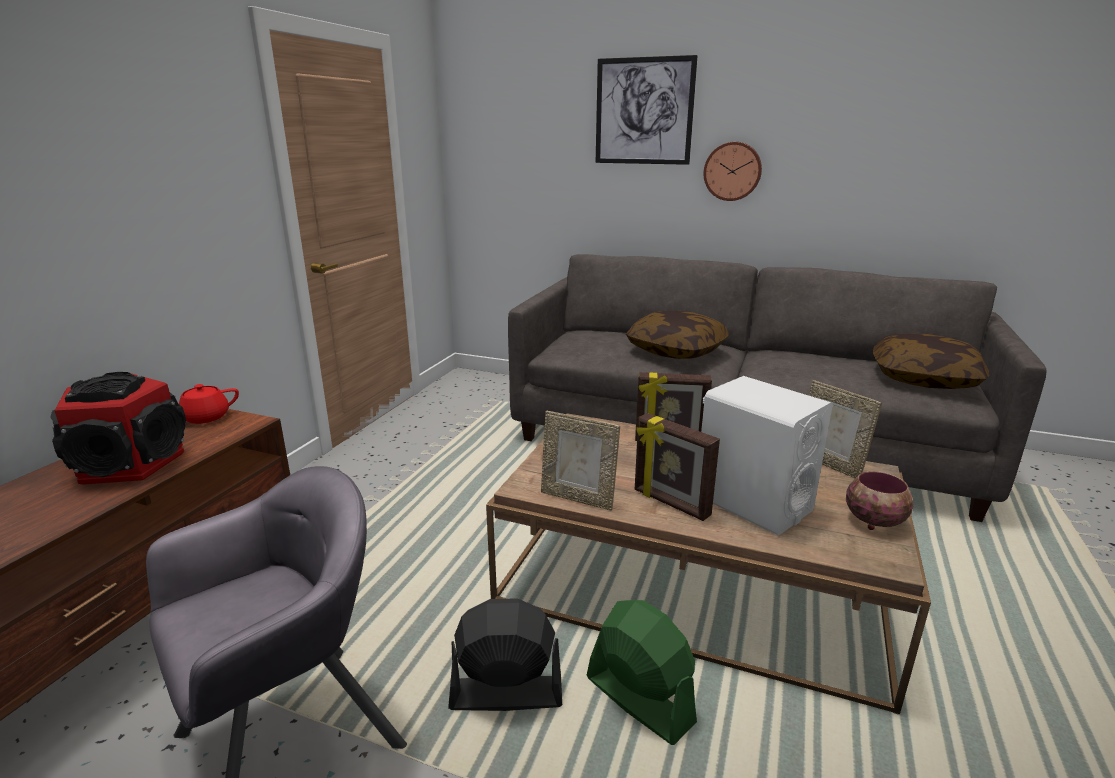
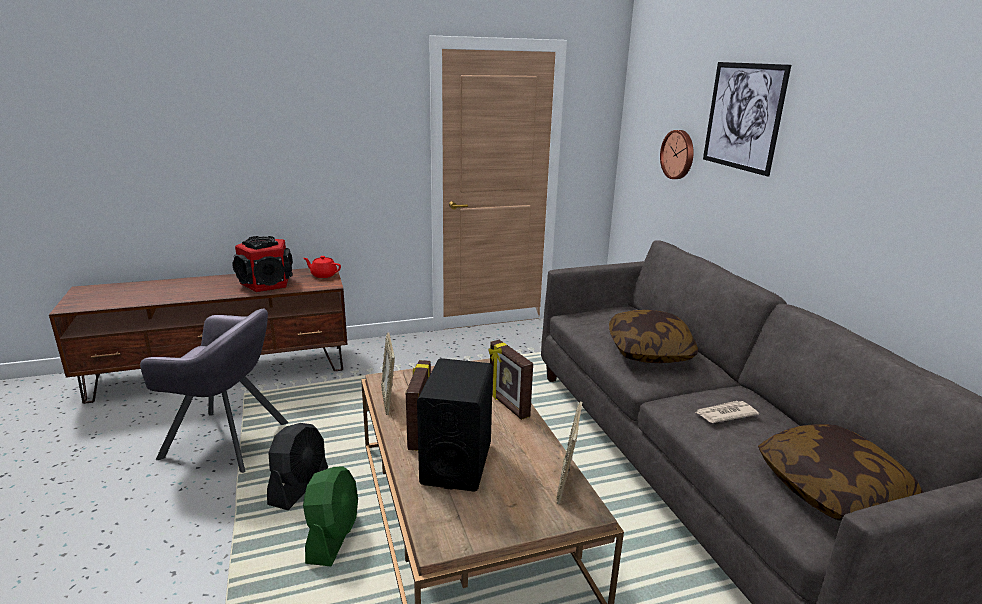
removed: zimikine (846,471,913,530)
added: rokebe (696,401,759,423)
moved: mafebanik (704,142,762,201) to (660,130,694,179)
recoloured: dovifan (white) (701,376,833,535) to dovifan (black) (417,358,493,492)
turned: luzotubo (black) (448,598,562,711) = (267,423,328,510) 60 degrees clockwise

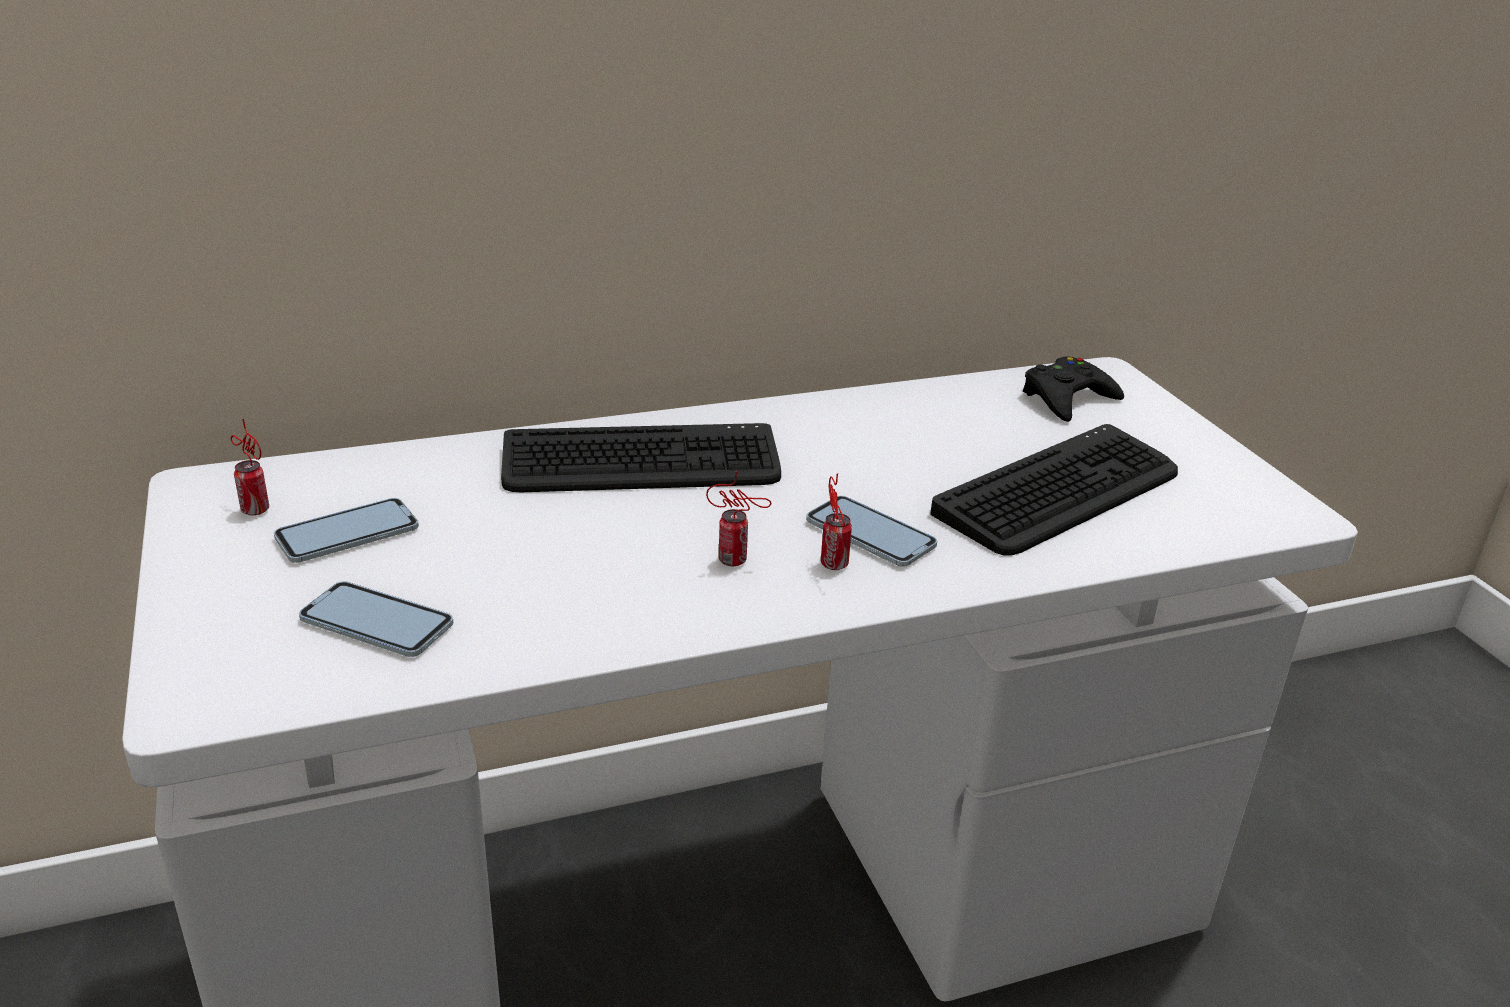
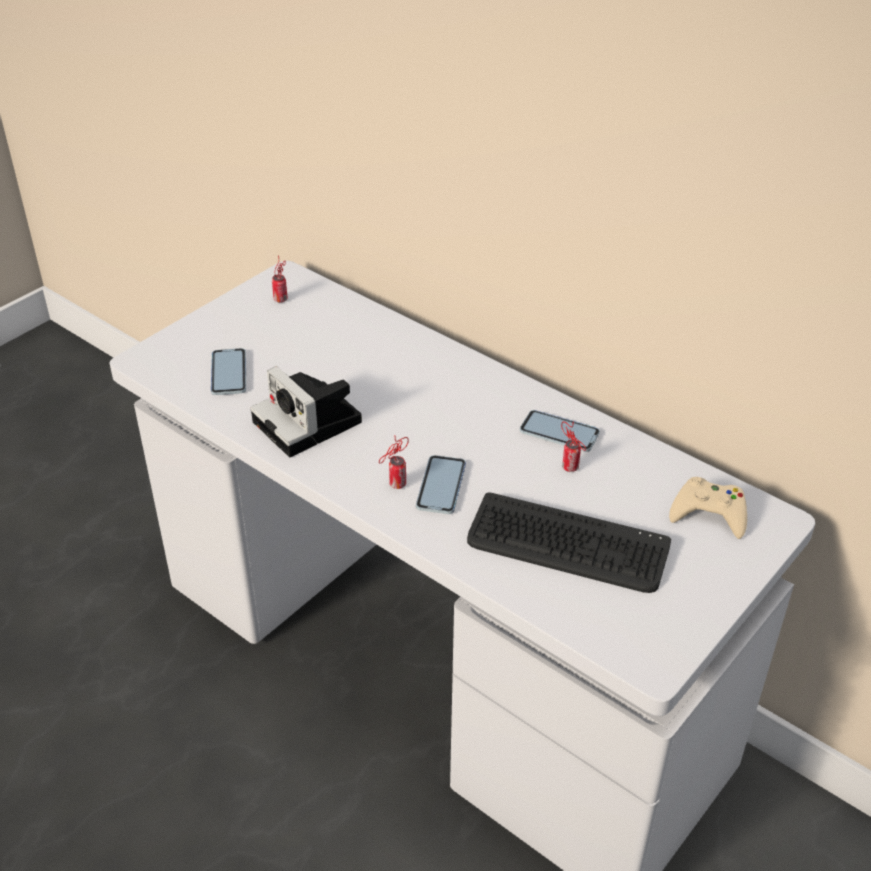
removed: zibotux (501,423,781,492)
added: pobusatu (251,366,362,457)
moved: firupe (274,498,419,563) to (520,410,600,452); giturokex (706,471,771,566) to (561,421,586,472)
recoloured: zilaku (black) (1023,356,1124,422) to zilaku (beige) (669,477,747,539)

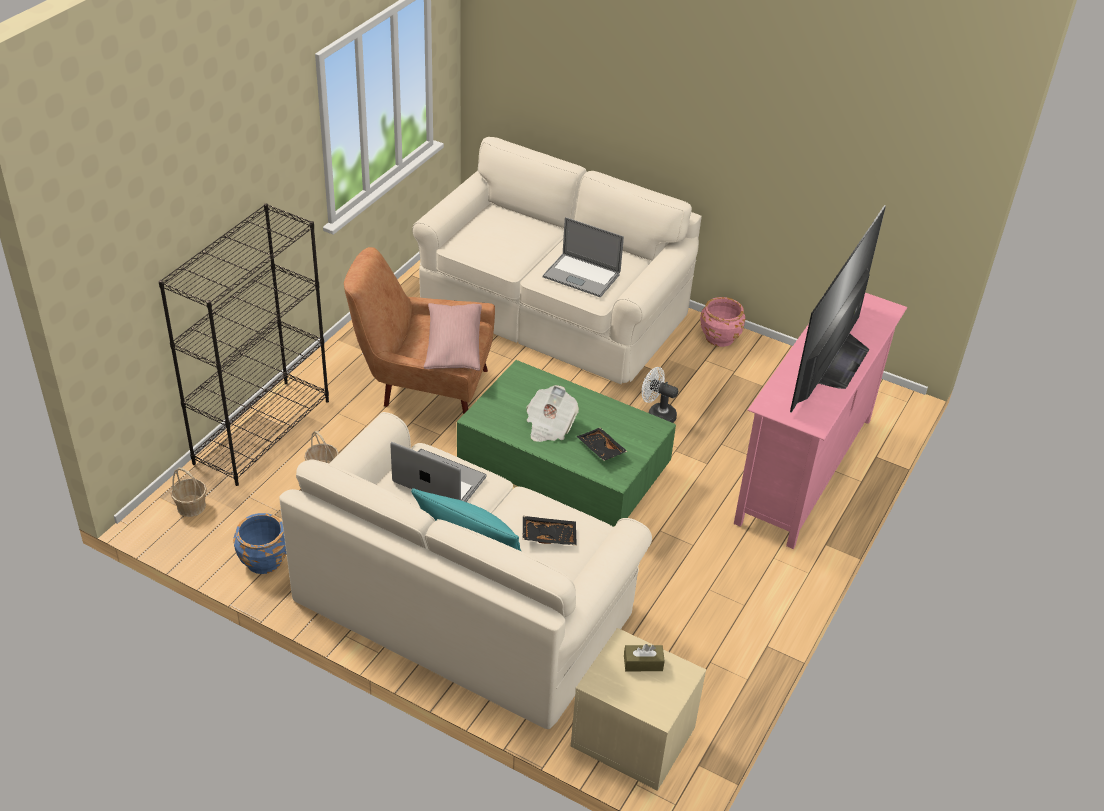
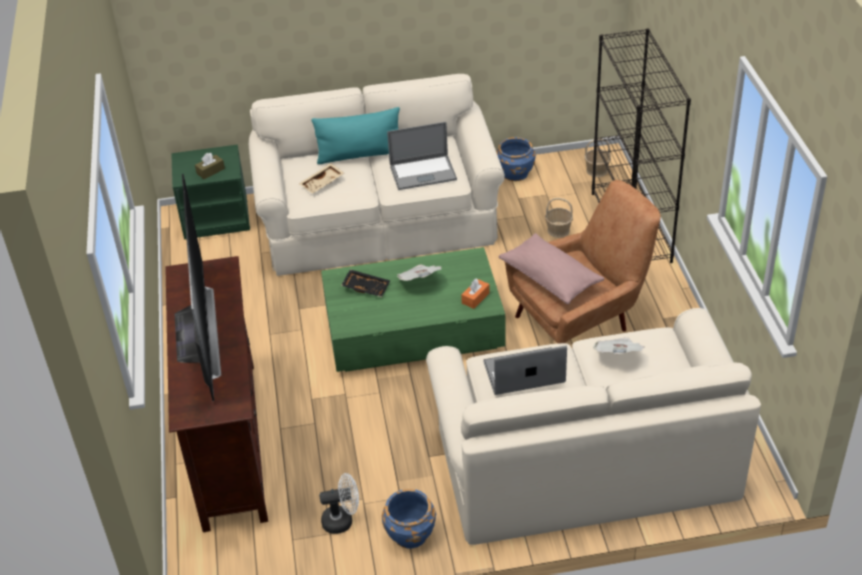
added: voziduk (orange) (461,278,490,309); rokebe (593,337,645,354)
moved: luzotubo (white) (642,367,678,423) to (319,473,359,534)
recoloured: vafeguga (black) (523,516,577,546) to vafeguga (beige) (299,163,344,194); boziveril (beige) (571,628,706,791) to boziveril (green) (171,144,250,240); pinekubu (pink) (700,297,745,347) to pinekubu (blue) (382,489,436,548); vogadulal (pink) (734,293,907,549) to vogadulal (brown) (165,256,268,532)

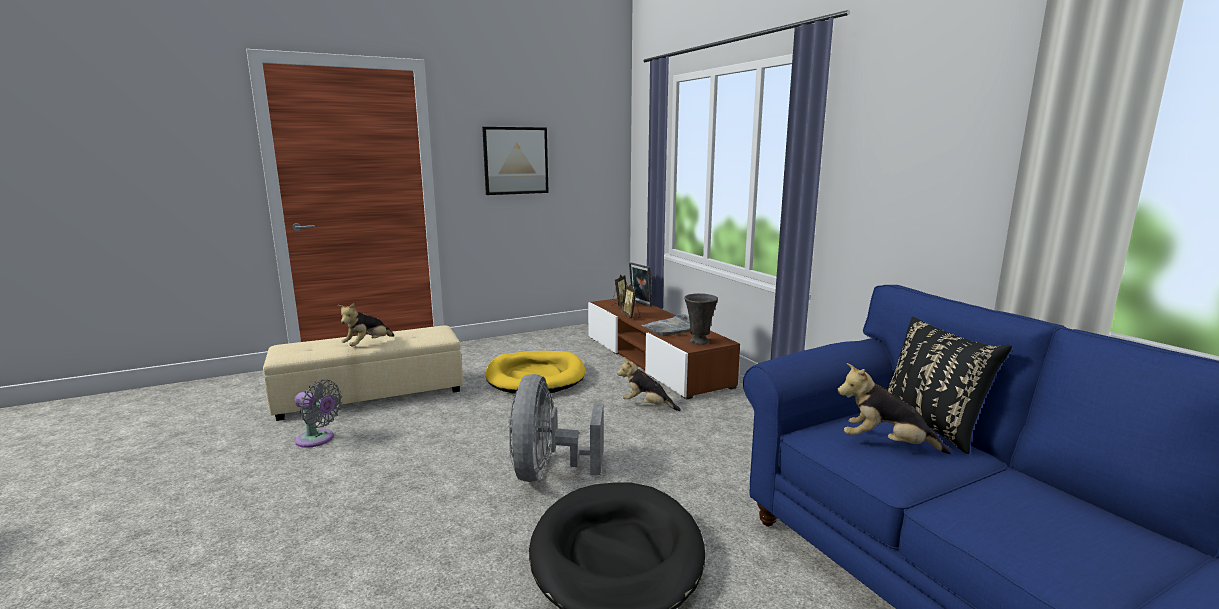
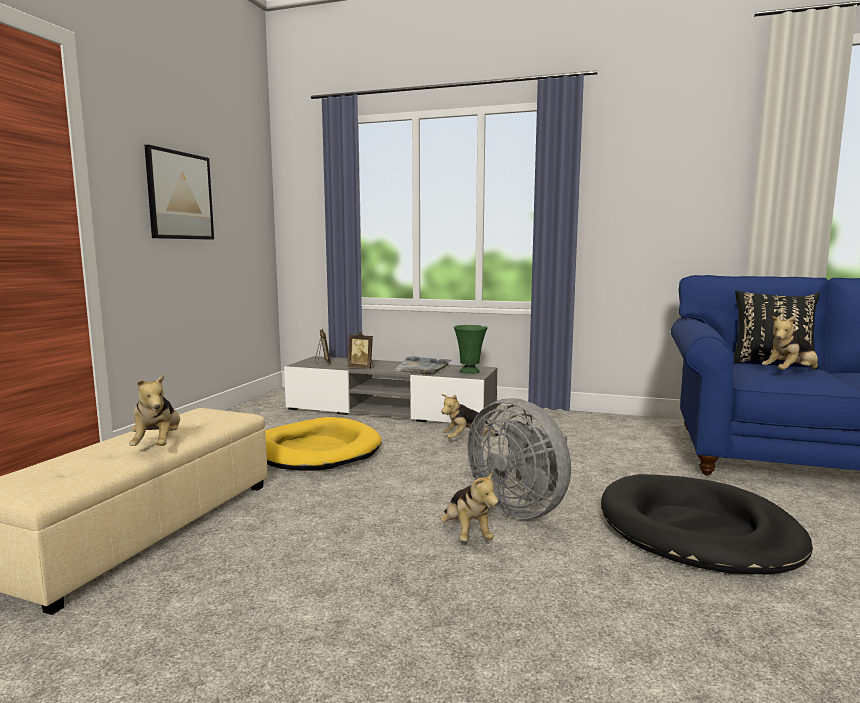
removed: luzotubo (grey) (294,380,342,448); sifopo (629,262,653,307)
added: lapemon (440,470,499,541)
recoloured: vogadulal (brown) (588,299,740,399) to vogadulal (grey) (284,356,497,423); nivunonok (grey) (684,293,718,345) to nivunonok (green) (454,325,488,374)

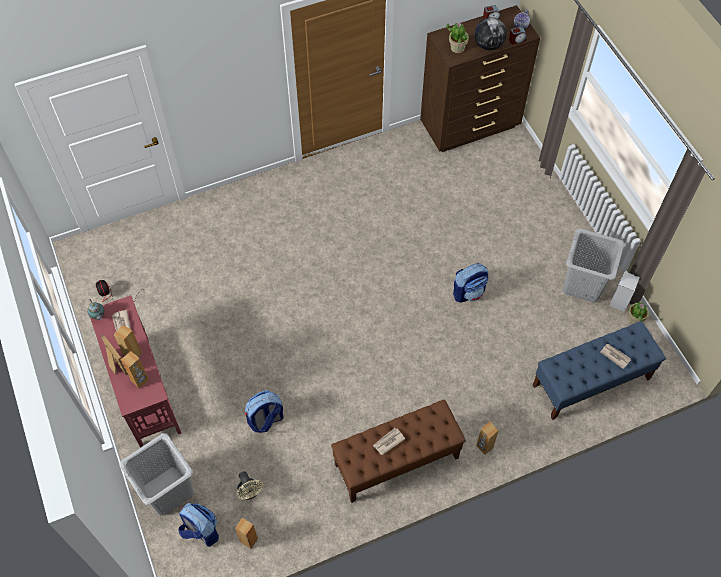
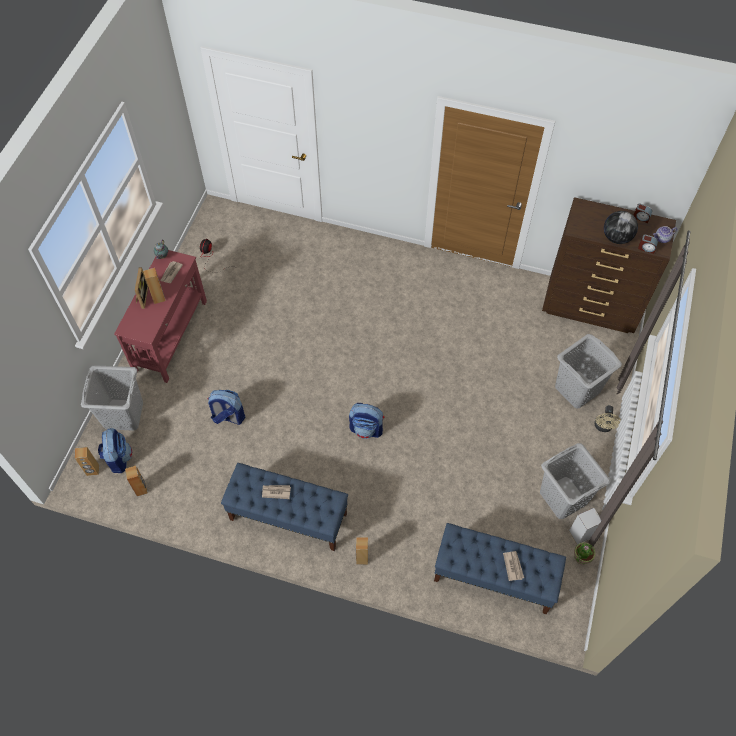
removed: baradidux (446,22,469,53)
added: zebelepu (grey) (555,334,622,408)
moved: dovifan (brown) (121,351,149,388) to (75,447,99,476); luzotubo (beige) (237,471,263,500) to (594,405,621,432); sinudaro (453,263,488,303) to (349,403,384,439)
recoloured: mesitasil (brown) (331,399,466,503) to mesitasil (blue) (221,463,348,551)

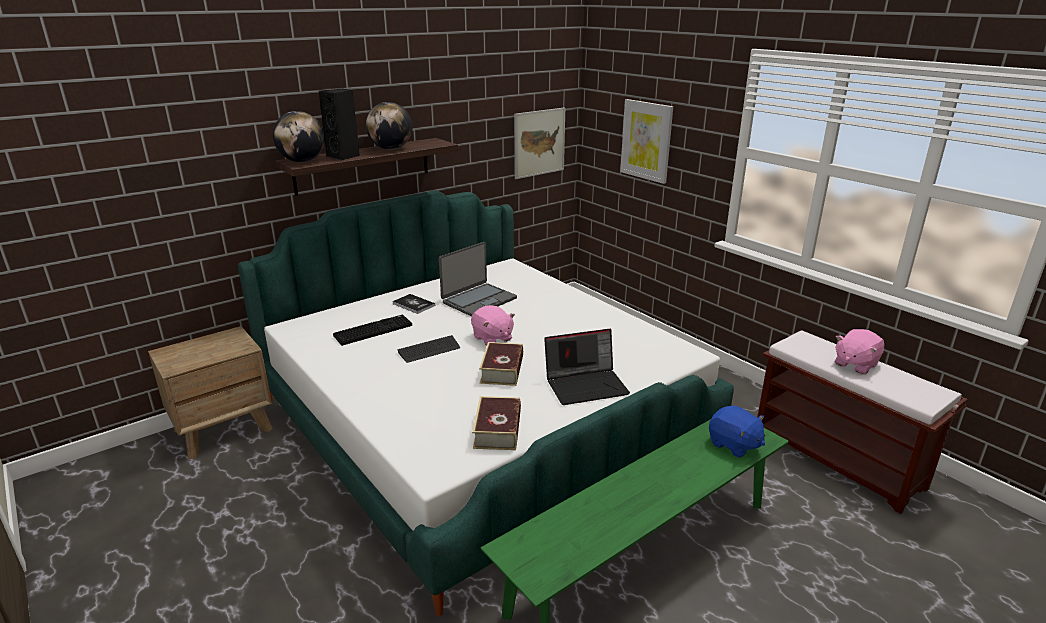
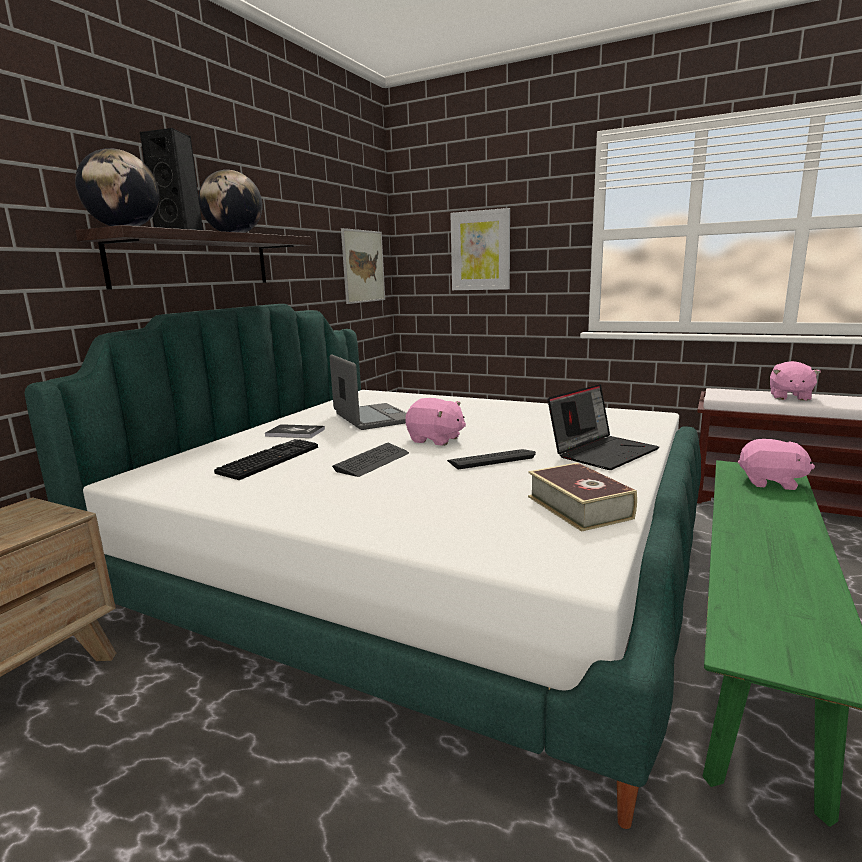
replaced: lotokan (479,342,523,386) to zibotux (447,449,536,469)
recoloured: lapemon (blue) (709,406,765,458) to lapemon (pink) (738,439,815,490)
turned: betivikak (439,242,517,317) = (330,354,406,430) 45 degrees counterclockwise

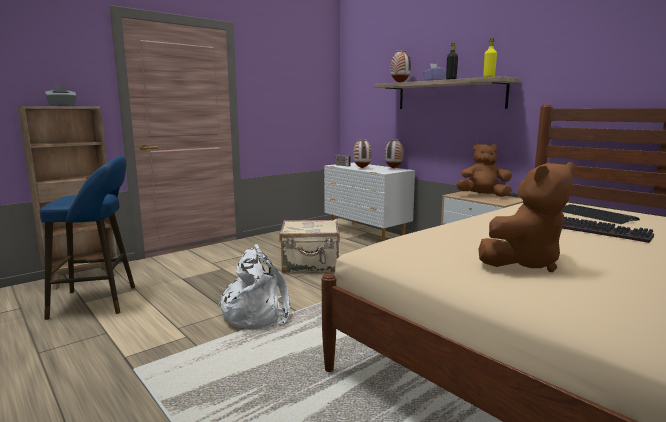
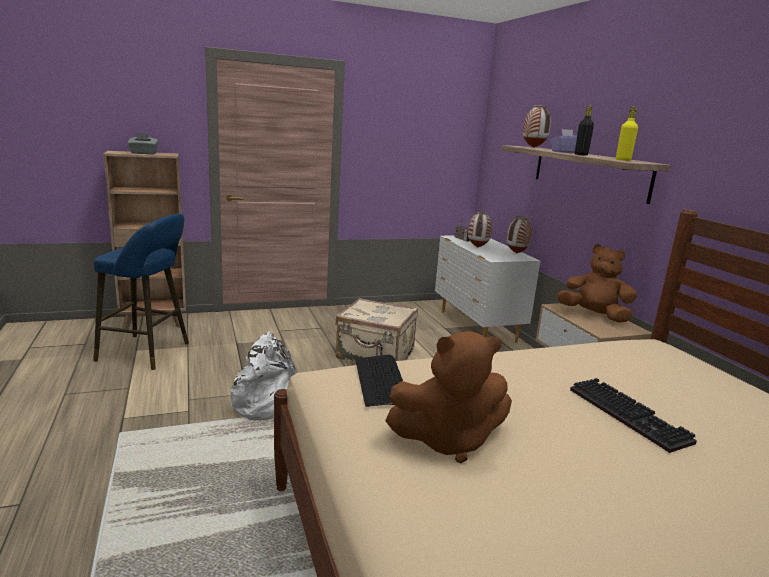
moved: zibotux (561,204,640,224) to (355,354,403,407)

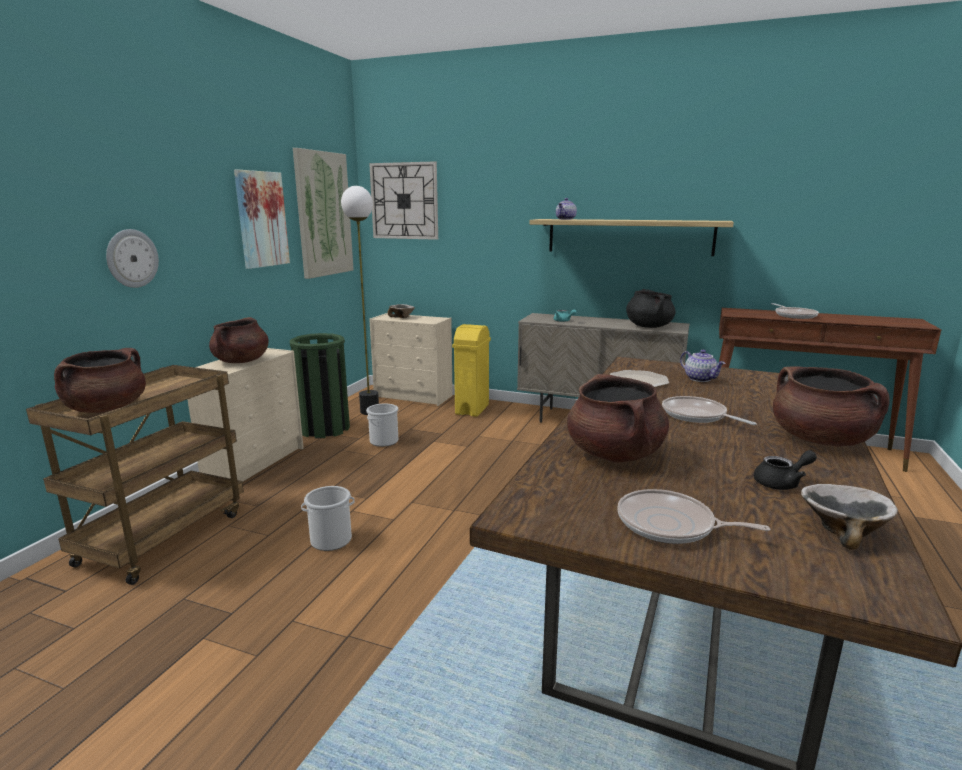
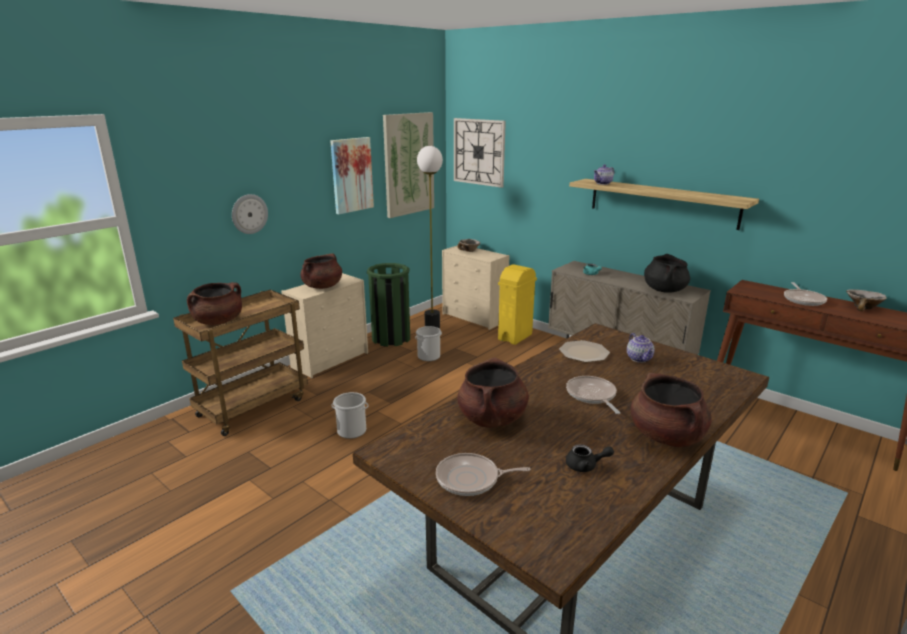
moved: zimikine (801,484,898,550) to (846,289,887,311)
turned: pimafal (617,489,770,544) = (436,453,530,496) 45 degrees counterclockwise

